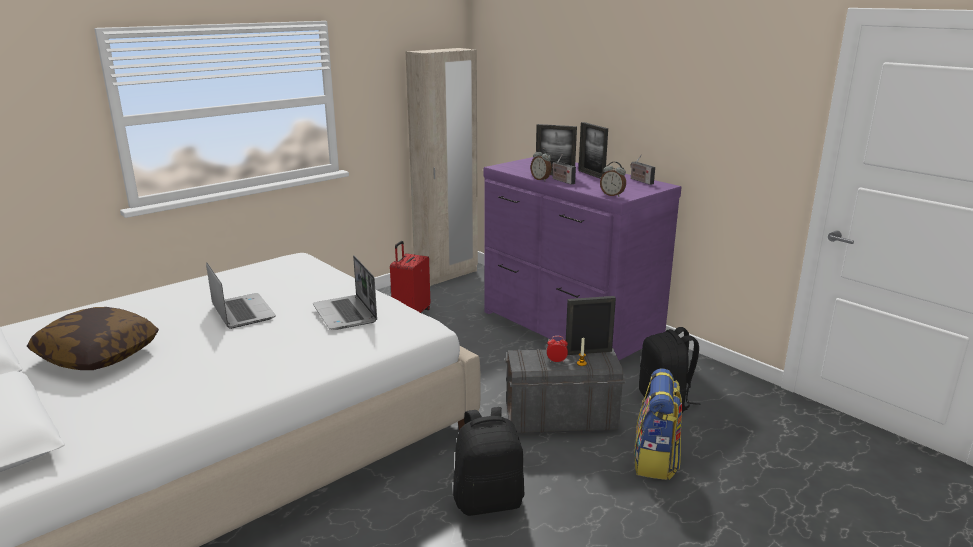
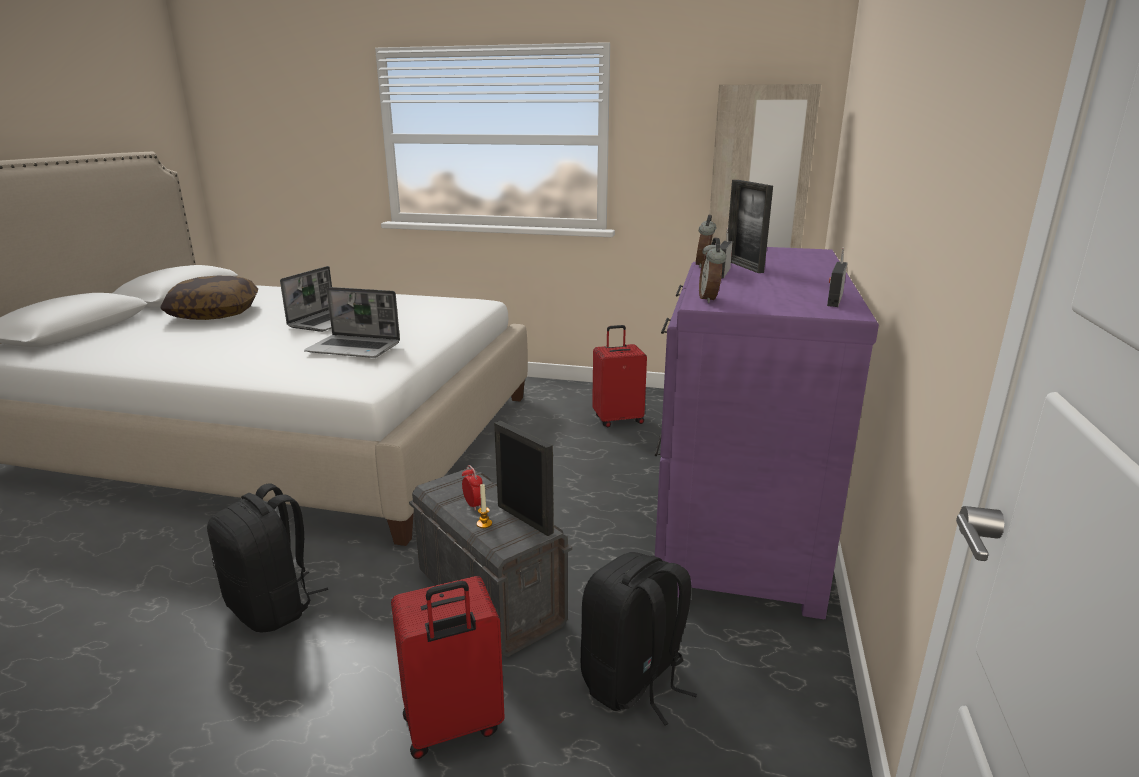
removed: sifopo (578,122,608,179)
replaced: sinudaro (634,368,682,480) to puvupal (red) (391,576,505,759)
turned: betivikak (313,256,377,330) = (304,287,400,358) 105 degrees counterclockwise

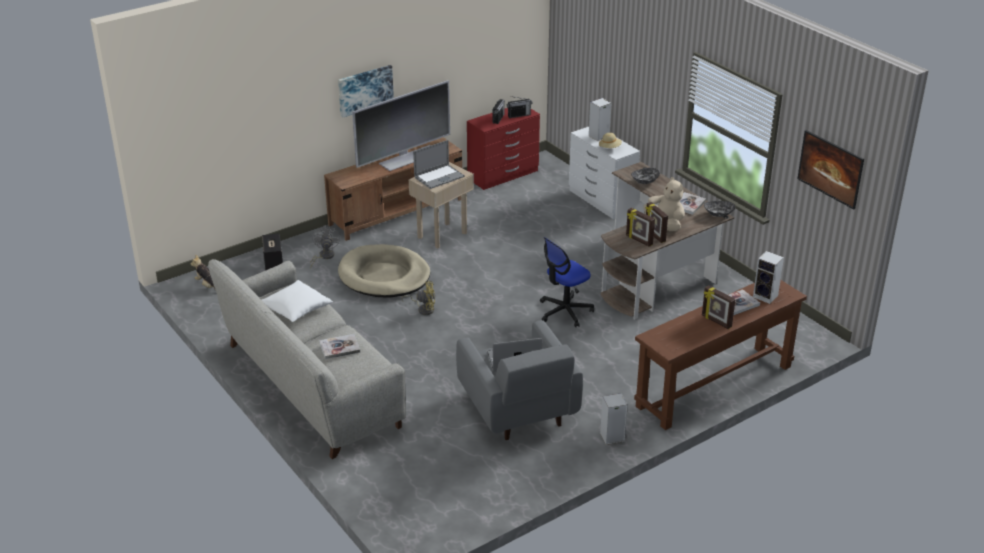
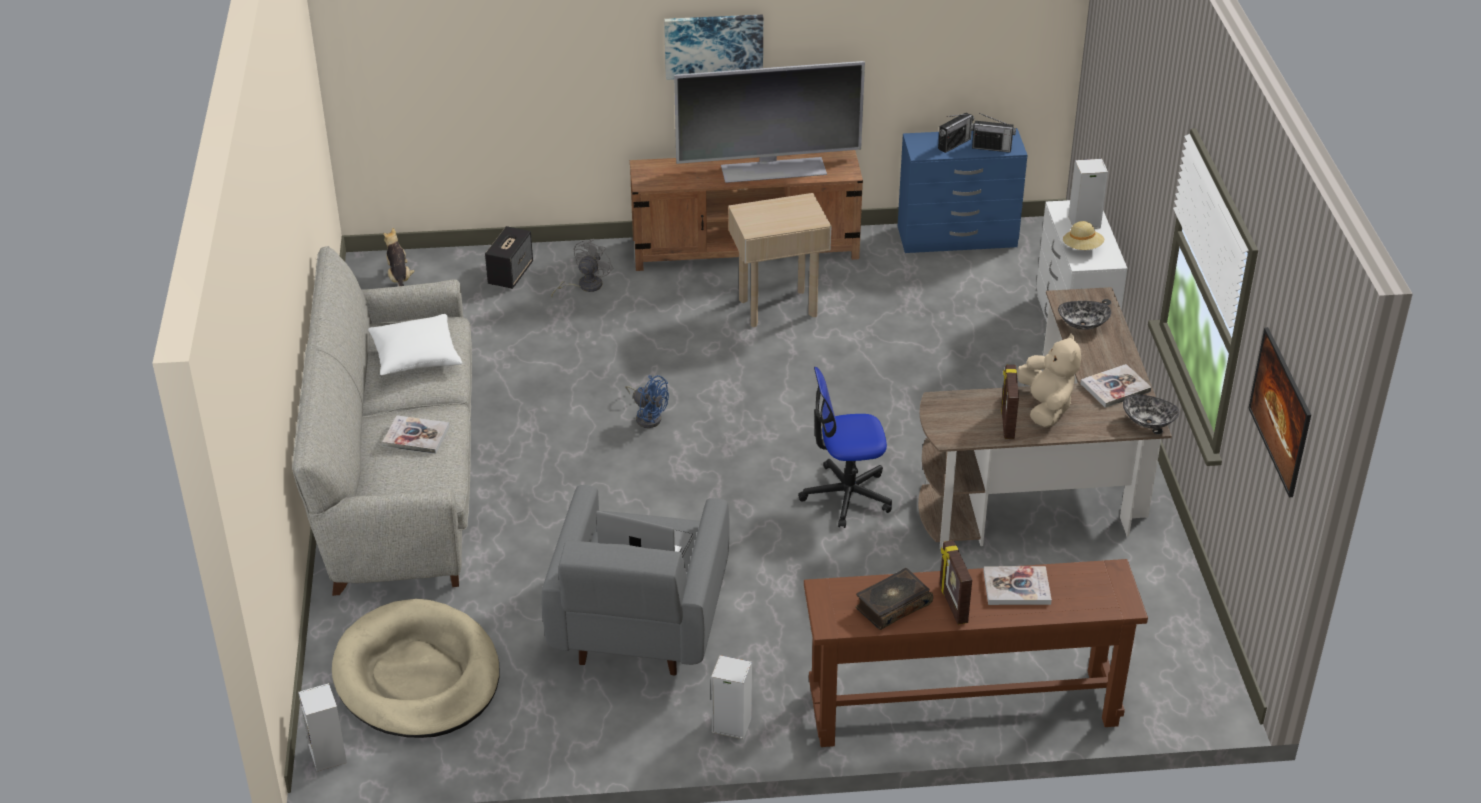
removed: betivikak (413,140,465,189); sifopo (626,208,655,247)
added: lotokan (855,568,933,630)
moved: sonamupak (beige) (338,244,430,298) to (332,599,500,738); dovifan (753,251,784,304) to (298,683,347,771)
recoloured: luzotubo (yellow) (401,281,435,315) to luzotubo (blue) (625,375,669,428); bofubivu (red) (467,108,540,190) to bofubivu (blue) (898,128,1027,253)

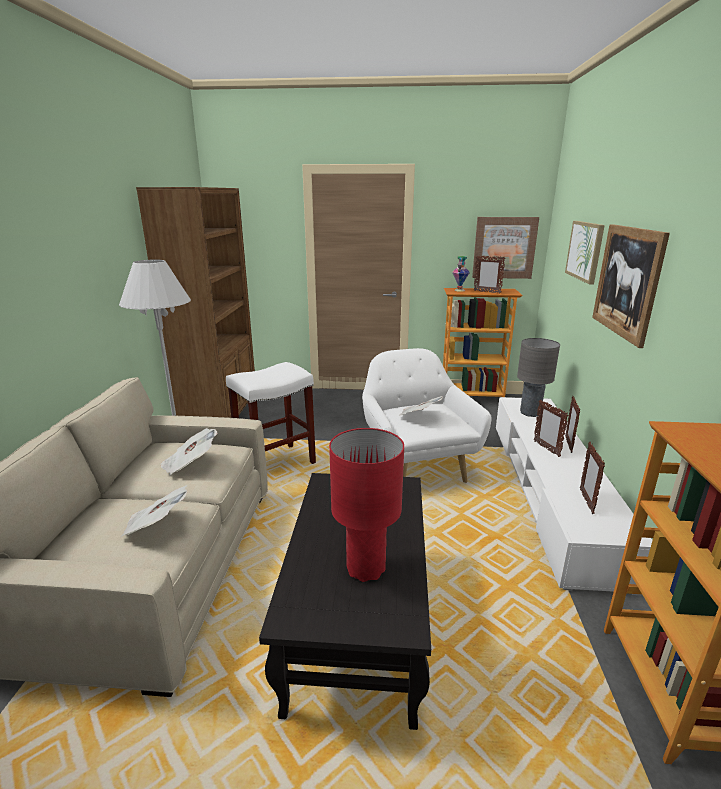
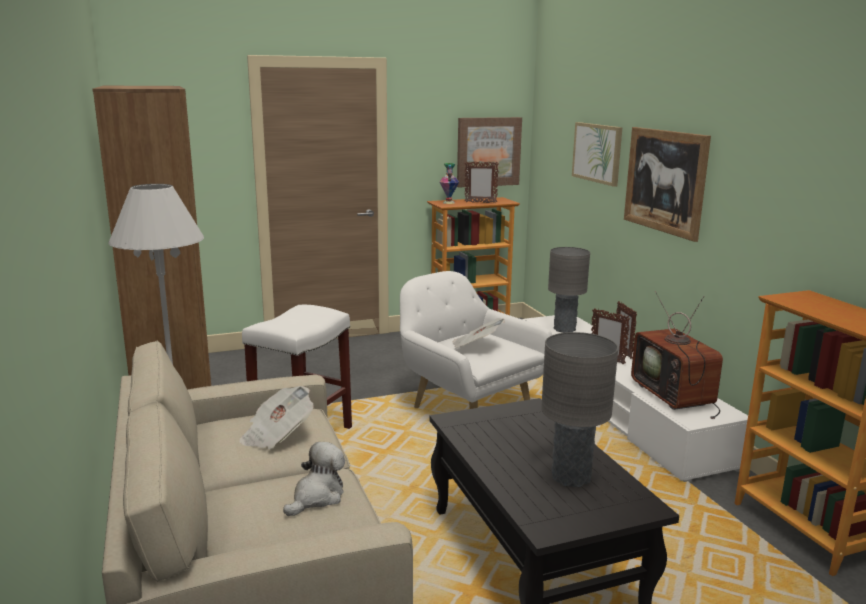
replaced: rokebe (121,485,187,537) to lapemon (283,442,345,516); sifopo (580,442,605,514) to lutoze (631,291,723,419)
recoloured: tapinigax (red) (329,428,404,582) to tapinigax (grey) (541,332,618,487)

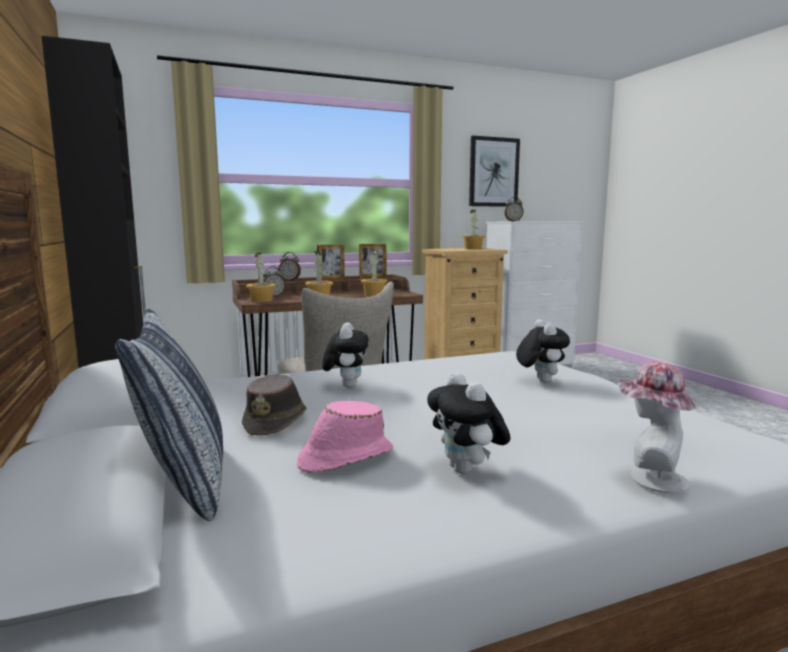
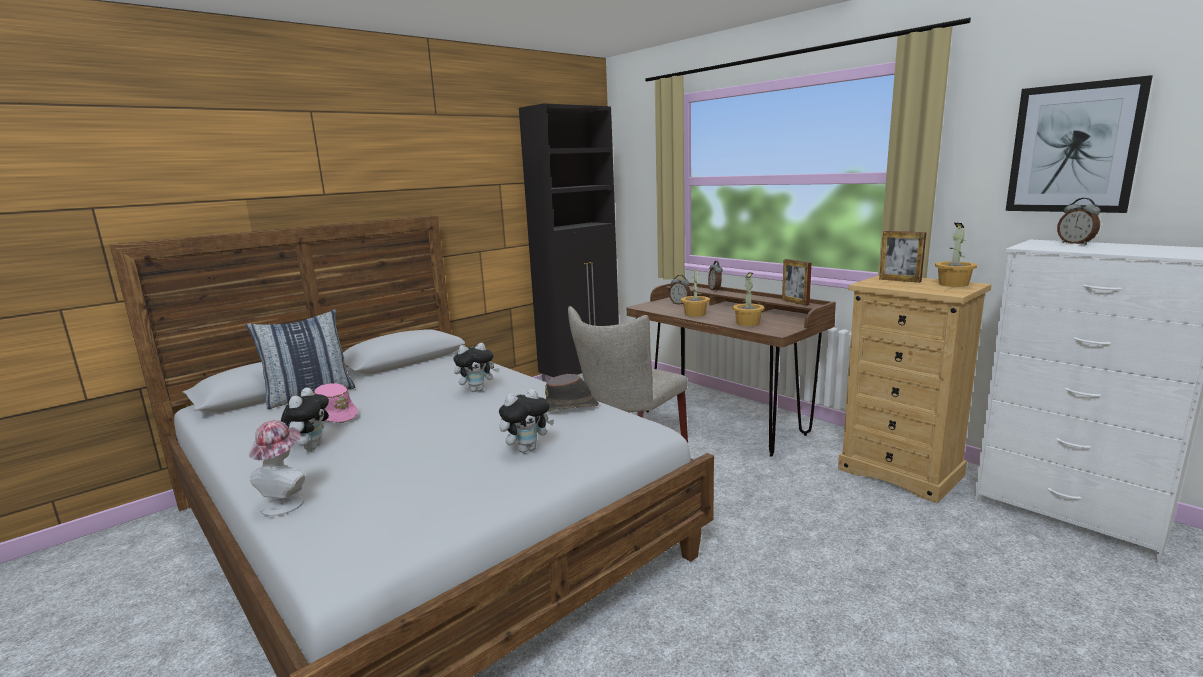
removed: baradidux (246,252,276,302)
moved: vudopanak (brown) (242,374,307,435) to (545,374,599,411); sifopo (317,244,345,280) to (879,231,926,283)
turned: lapemon (427,372,510,474) = (281,387,329,450) 135 degrees clockwise

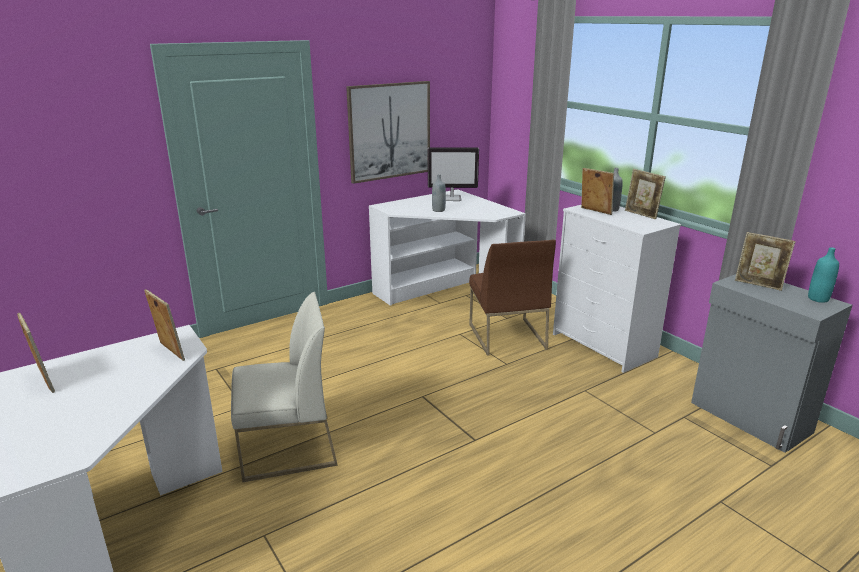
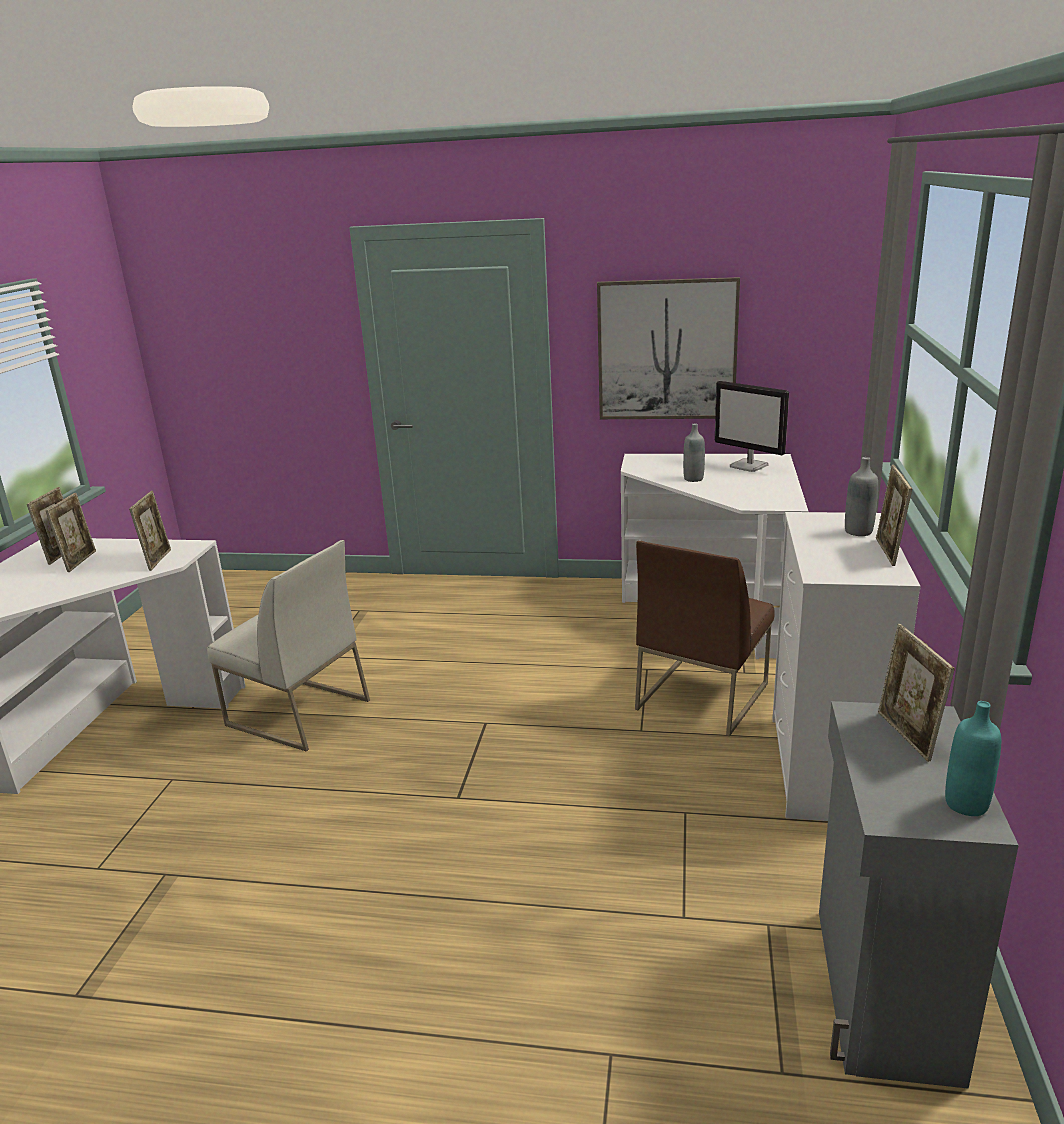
moved: sifopo (581,168,614,215) to (46,493,96,572)

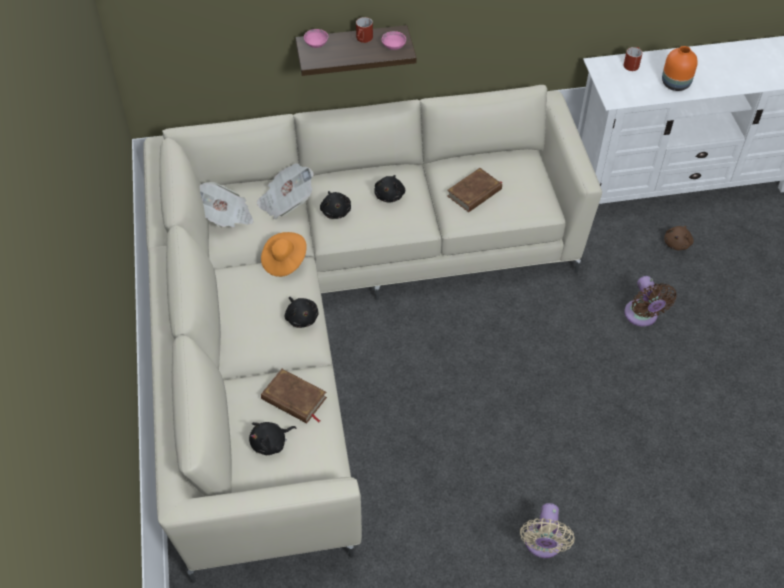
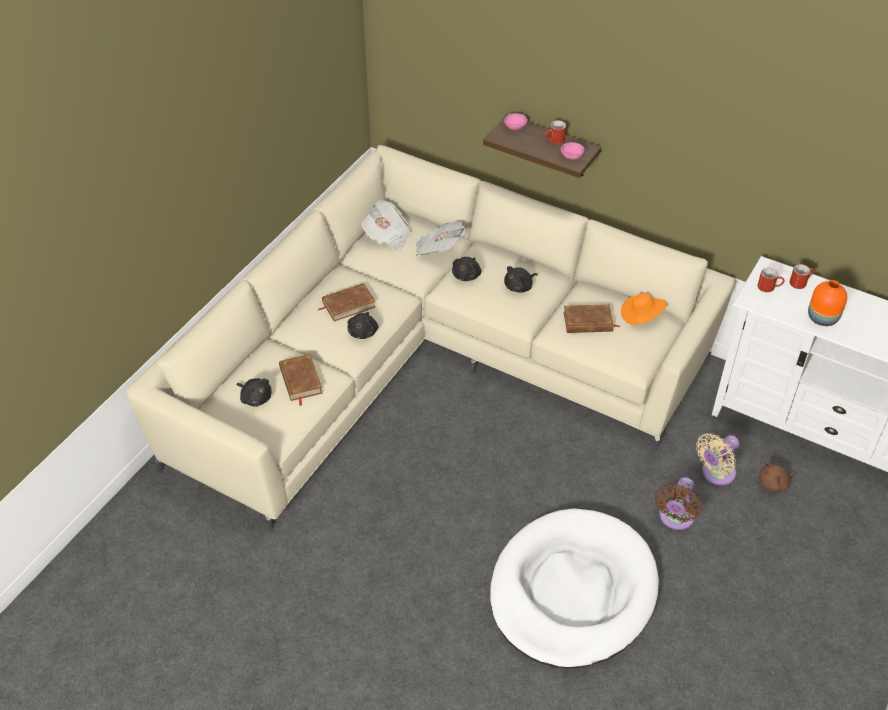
added: lotokan (brown) (318,283,376,321); sonamupak (white) (490,508,659,669); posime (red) (758,267,784,292)
moved: vudopanak (orange) (261,232,307,277) to (621,293,666,325); luzotubo (beige) (520,503,575,558) to (696,433,739,485)
turned: lapemon (black) (249,422,296,455) = (237,378,272,407) 150 degrees counterclockwise

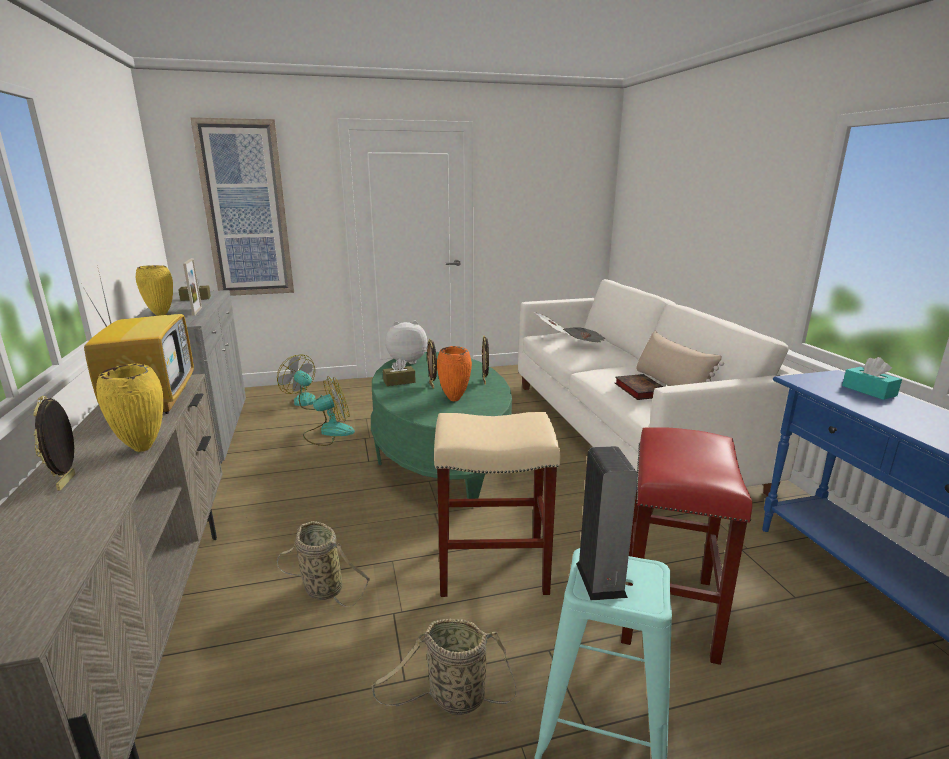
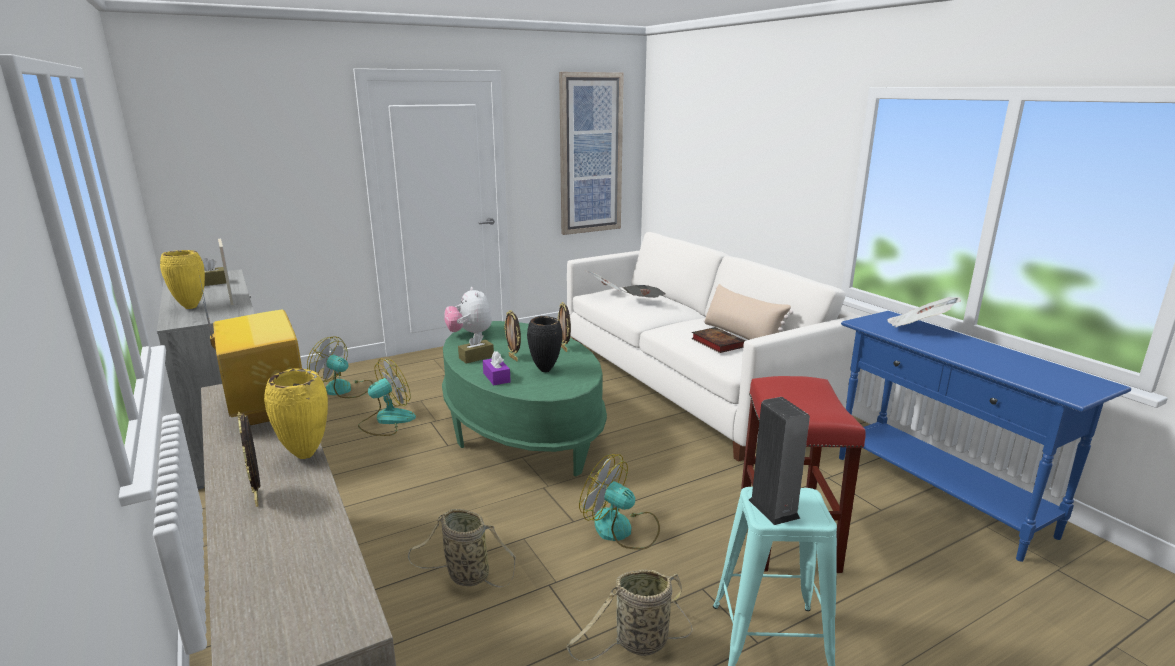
added: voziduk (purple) (483,351,511,385)
moved: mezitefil (190,117,294,296) to (559,72,624,235)
replaced: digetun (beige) (434,412,560,597) to luzotubo (579,454,660,550); voziduk (turquoise) (842,357,902,400) to rokebe (887,297,961,327)
recoloured: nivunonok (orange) (437,346,472,401) to nivunonok (black) (527,316,562,372)
turned: lapemon (385,320,427,364) = (444,287,492,335) 90 degrees counterclockwise

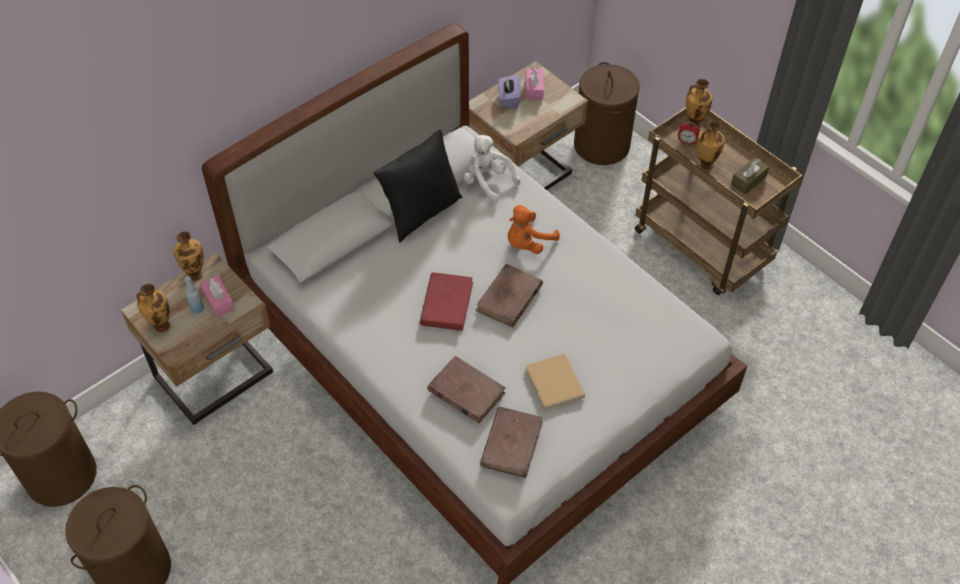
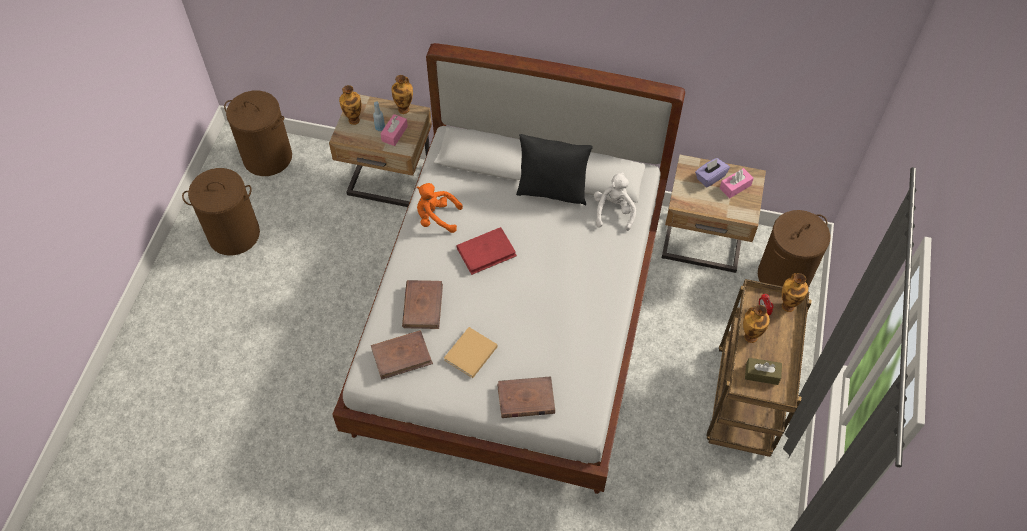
moved: lotokan (brown) (475,264,543,327) to (497,376,555,418); lapemon (orange) (508,205,560,254) to (416,183,463,233)

